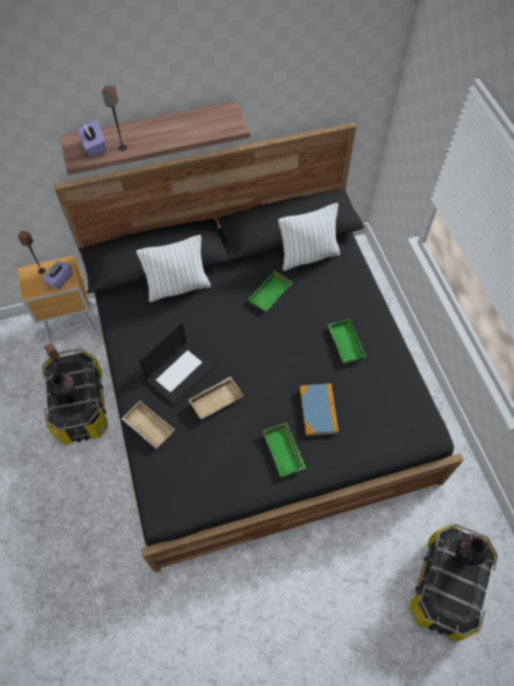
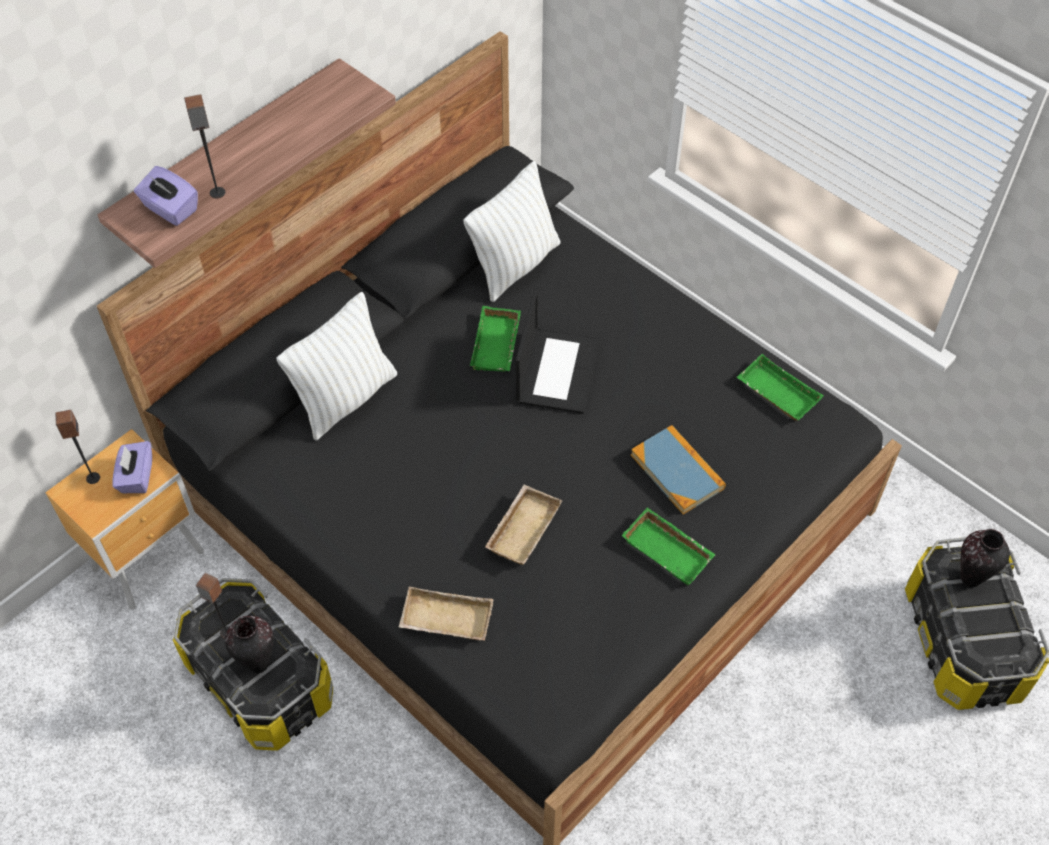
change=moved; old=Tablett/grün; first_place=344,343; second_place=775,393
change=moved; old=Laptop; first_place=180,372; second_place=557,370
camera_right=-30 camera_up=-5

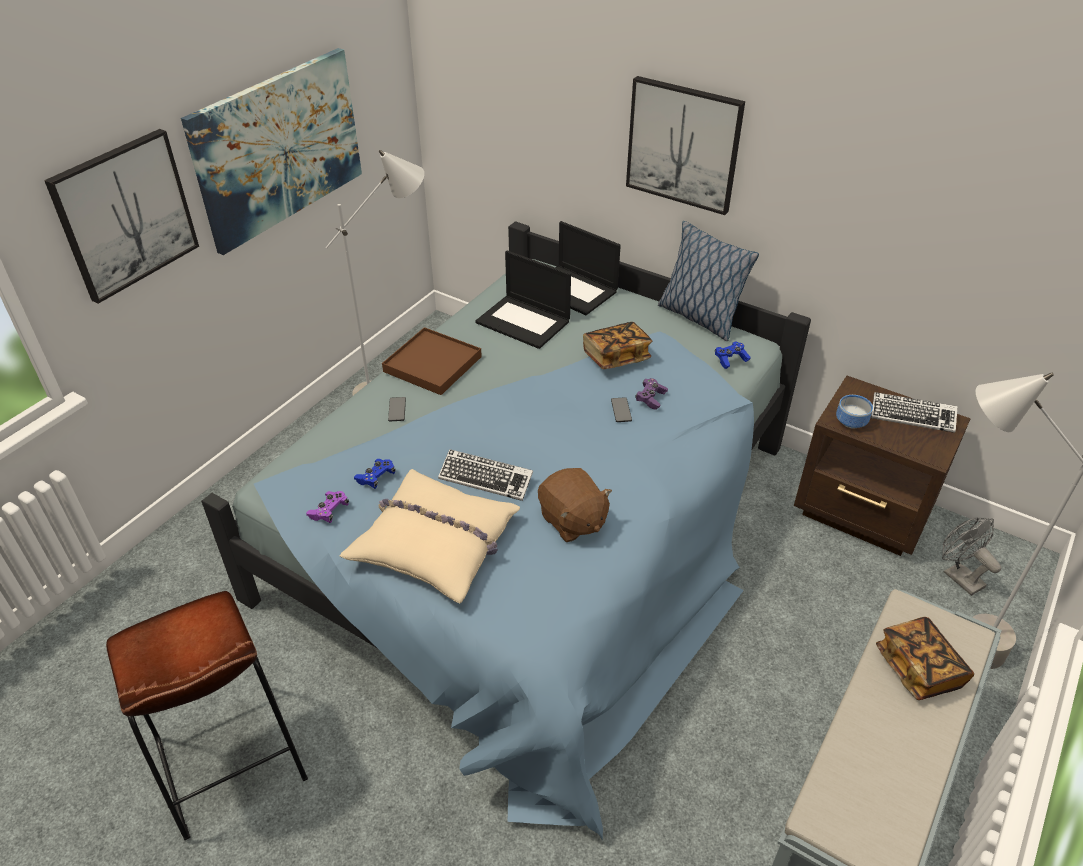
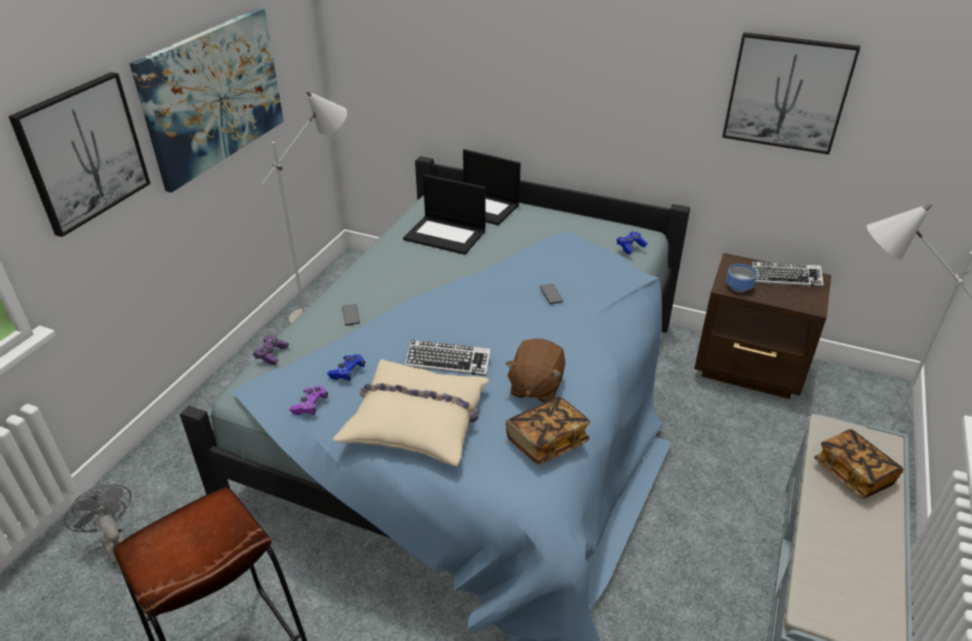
change=moved; old=Bild; first_place=683,145; second_place=787,93
change=removed; old=Kissen; first_place=699,317
change=moved; old=Buch; first_place=616,357; second_place=546,441
change=removed; old=Tablett/braun; first_place=433,364
change=moved; old=Gamepad/lila; first_place=651,398; second_place=272,354
change=turned; old=Plüschtier/braun; first_place=572,521; second_place=535,387; degrees=60
change=moved; old=Ventilator/grau; first_place=958,576; second_place=115,545
camera_right=-10 camera_up=-5

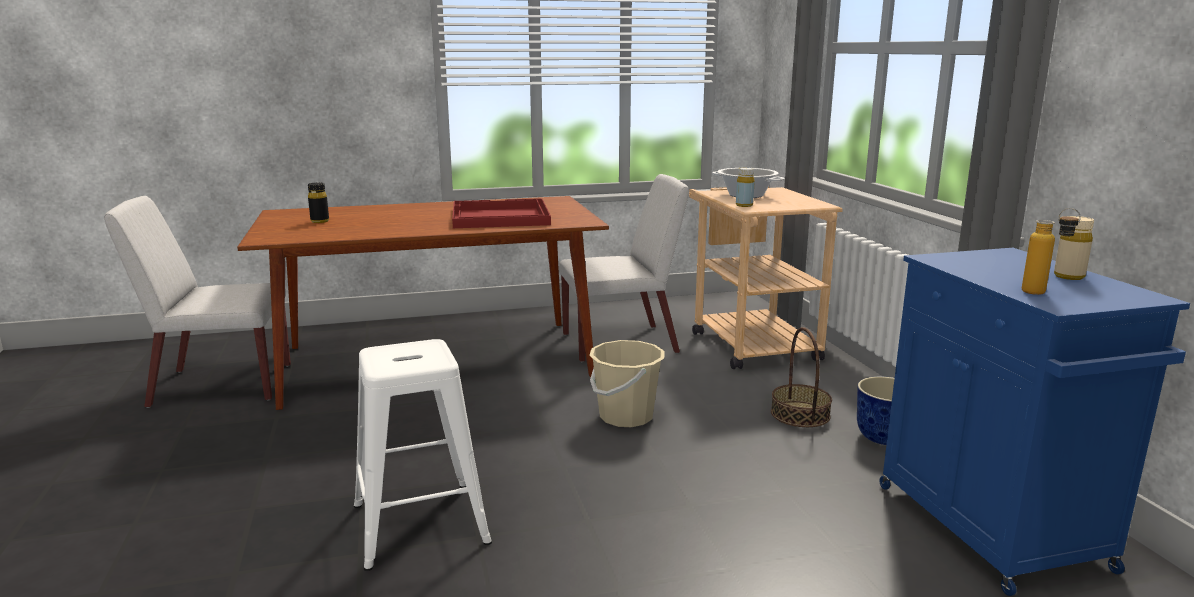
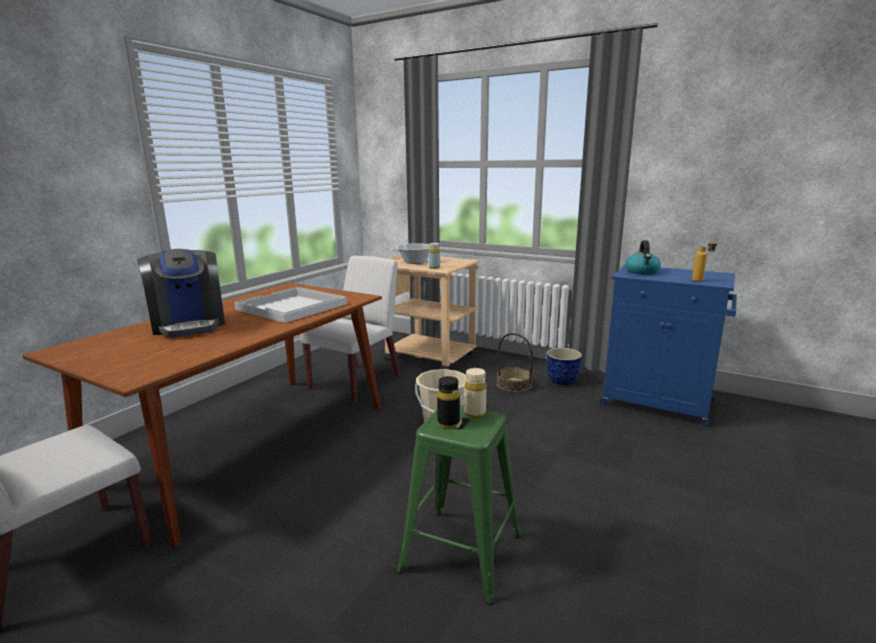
change=moved; old=Flasche/schwarz; first_place=320,221; second_place=448,423
change=recoloured; old=Tablett/rot; new=Tablett/weiß; first_place=499,217; second_place=291,307
change=moved; old=Flasche/beige; first_place=1069,276; second_place=475,413
change=recoloured; old=Hocker/weiß; new=Hocker/grün; first_place=421,522; second_place=460,551
change=added; new=Wasserkessel; second_place=642,272
change=added; new=Kaffeemaschine; second_place=189,325
camera_right=-45 camera_up=0

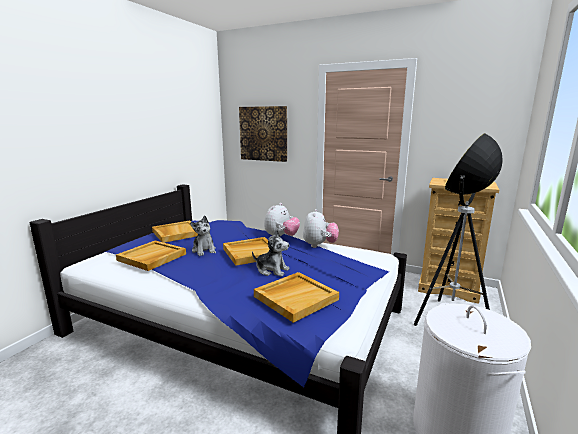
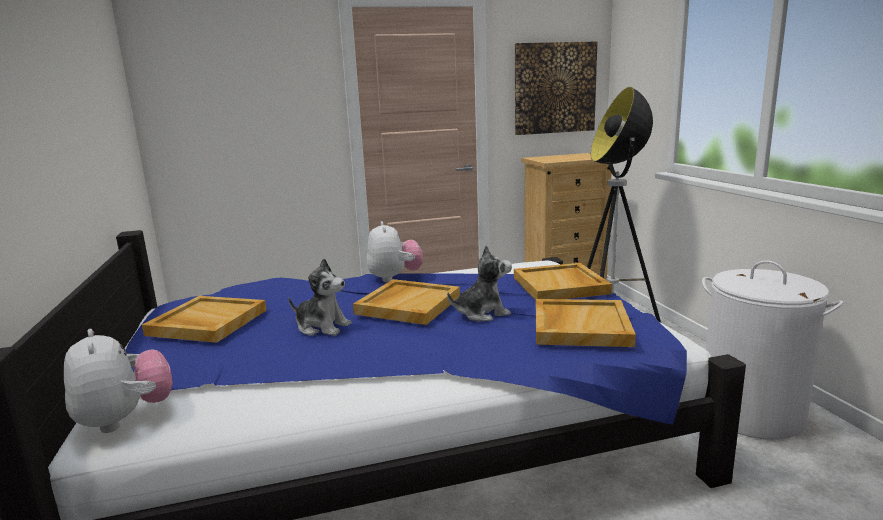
change=moved; old=Bild; first_place=263,133; second_place=554,88
change=moved; old=Plüschtier; first_place=319,245; second_place=125,419
change=moved; old=Tablett/beige; first_place=152,257; second_place=561,286
camera_right=-40 camera_up=0

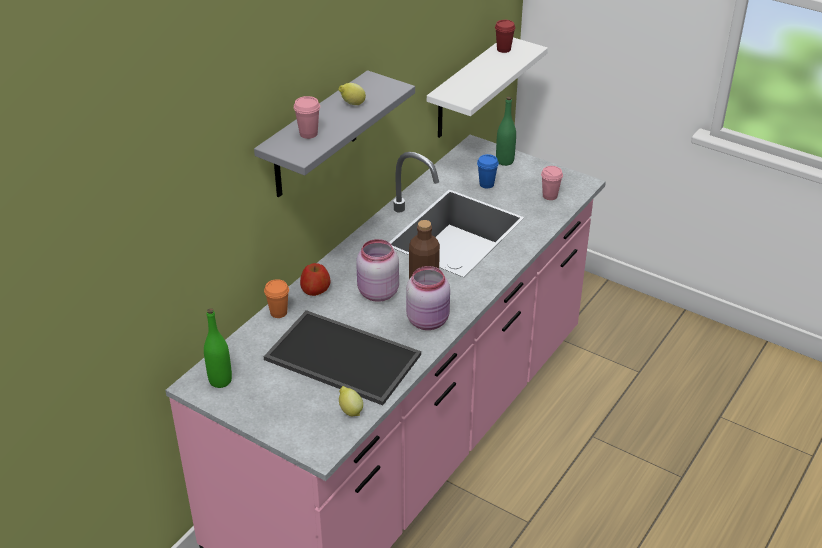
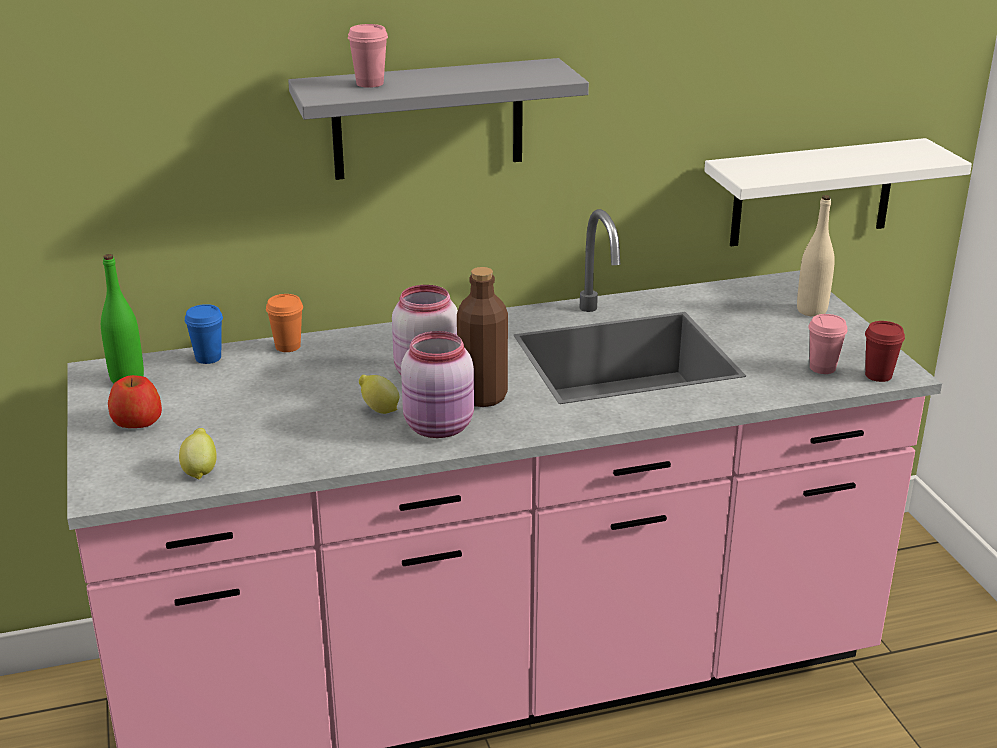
change=moved; old=Tasse/rot; first_place=503,49; second_place=878,375
change=moved; old=Zitrone; first_place=352,104; second_place=379,410
change=recoloured; old=Flasche/grün; new=Flasche/beige; first_place=504,161; second_place=811,310
change=moved; old=Tasse/blau; first_place=486,184; second_place=208,358
change=moved; old=Apfel; first_place=315,289; second_place=137,422
change=removed; old=Tablett; first_place=340,358
camera_right=40 camera_up=-10

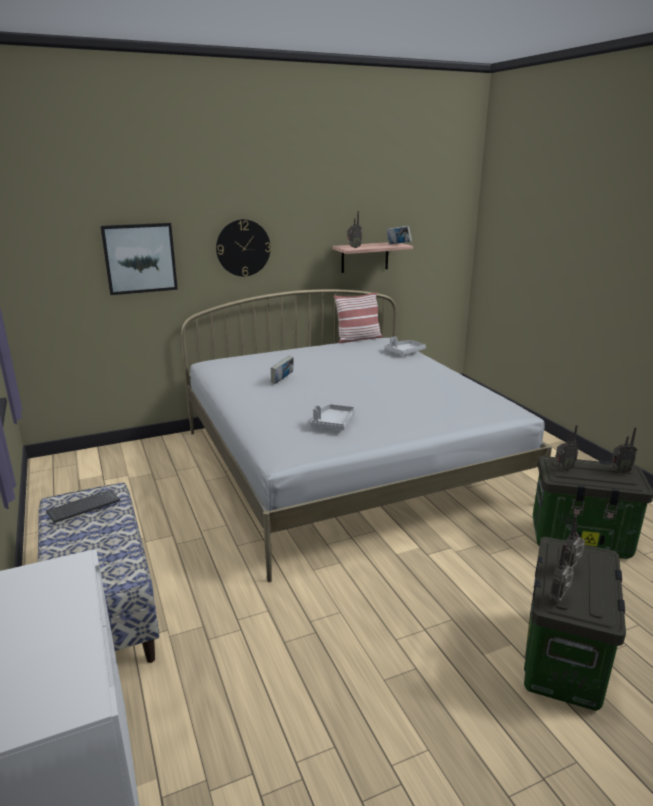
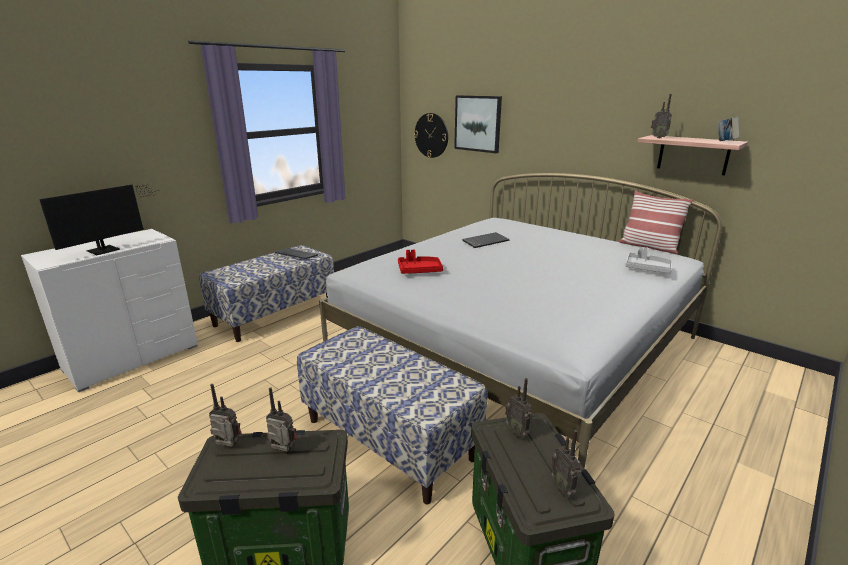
change=moved; old=Wanduhr; first_place=243,248; second_place=431,135
change=replaced; old=Buch; new=Tastatur; first_place=282,380; second_place=485,241
change=recoloured; old=Tablett/grau; new=Tablett/rot; first_place=333,423; second_place=419,270
change=added; new=Monitor; second_place=108,249
change=added; new=Bank; second_place=389,439
camera_right=65 camera_up=0

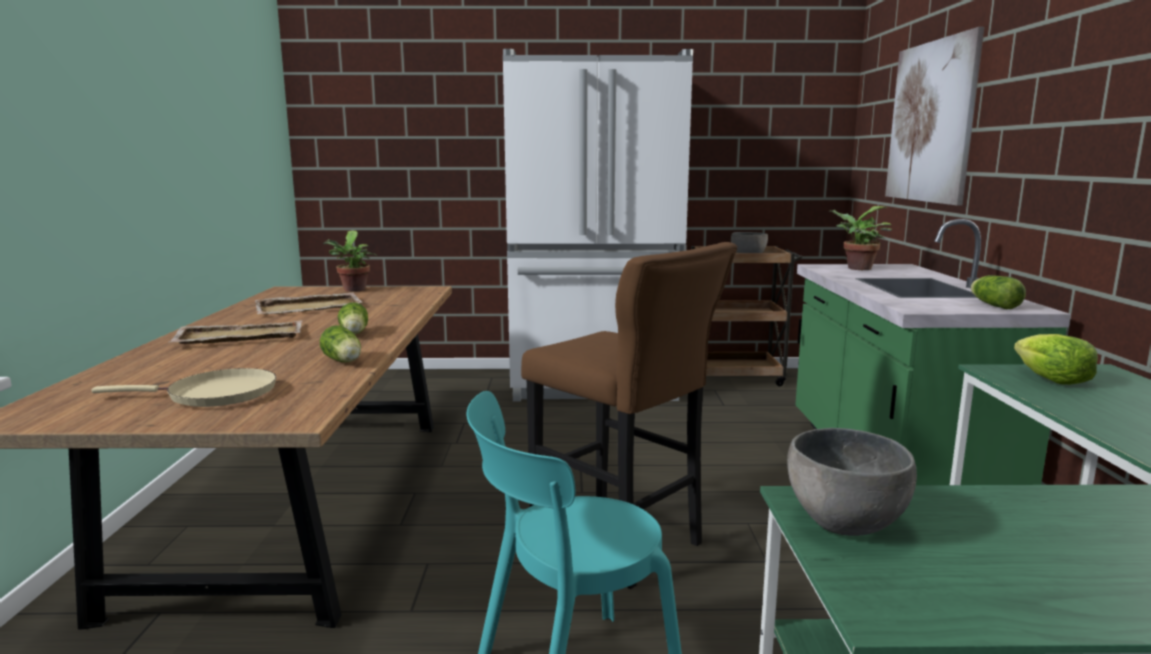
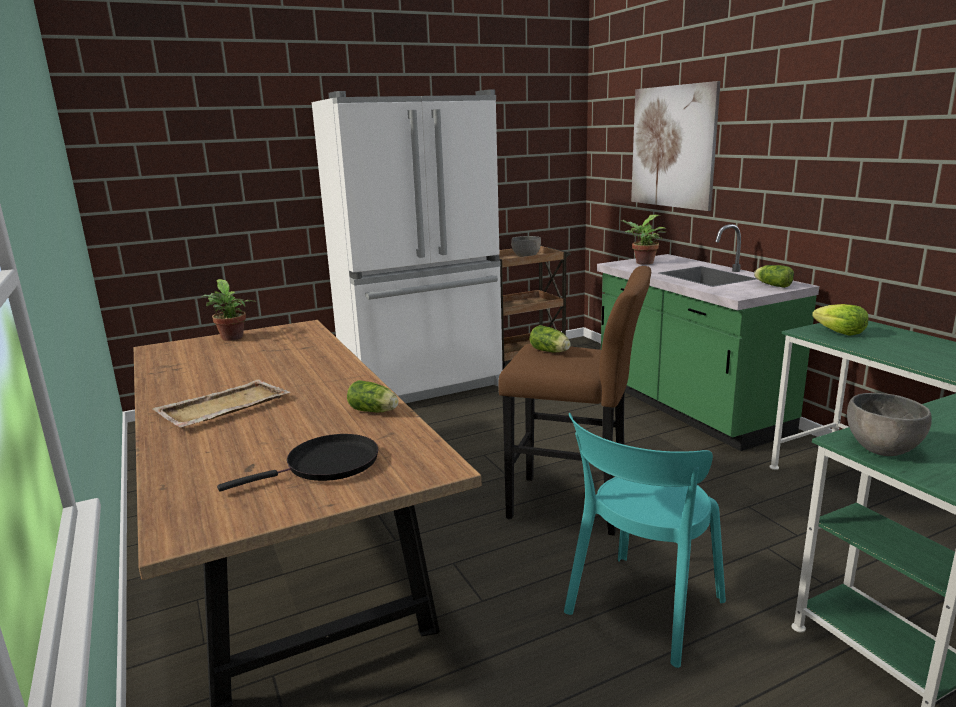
change=removed; old=Tablett/beige; first_place=310,307
change=moved; old=Salatkopf; first_place=354,334; second_place=551,351
change=recoloured; old=Pfanne/beige; new=Pfanne/schwarz; first_place=215,394; second_place=327,465
camera_right=-25 camera_up=5

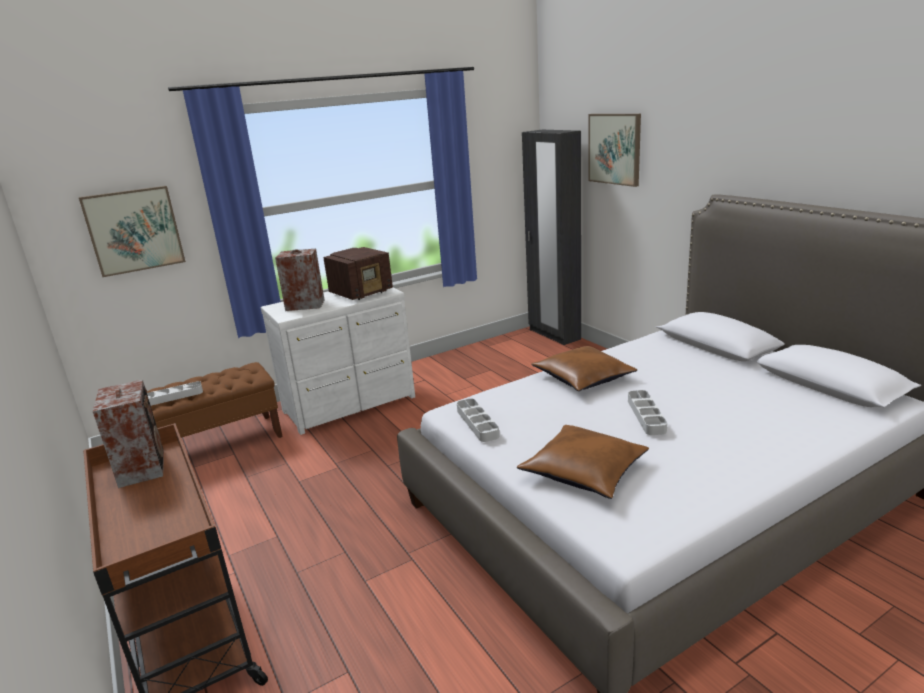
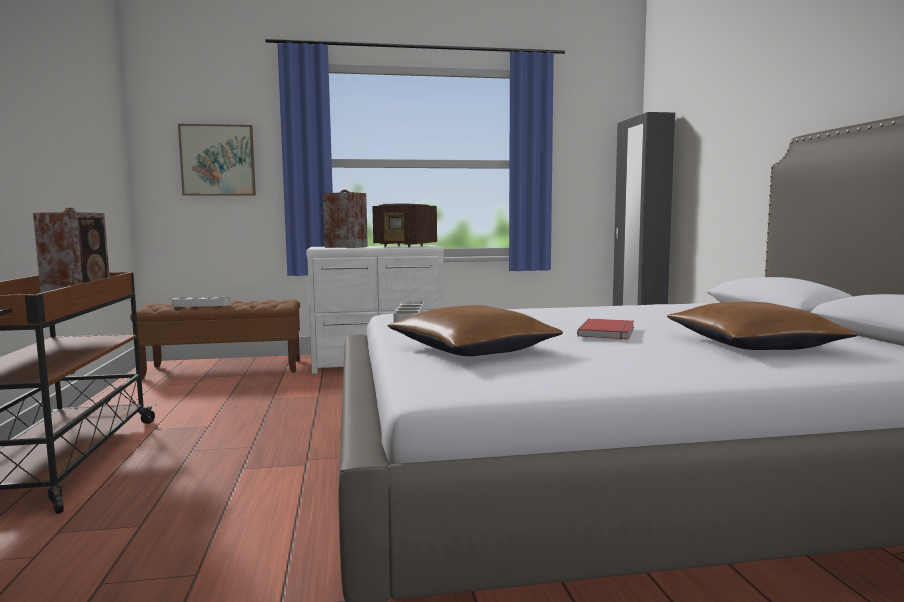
change=removed; old=Bild; first_place=614,149
change=turned; old=Radio; first_place=362,293; second_place=406,246; degrees=45
change=moved; old=Kissen/braun; first_place=584,378; second_place=754,344
change=replaced; old=Tablett/grau; new=Buch/rot; first_place=646,415; second_place=609,332
camera_right=20 camera_up=-15

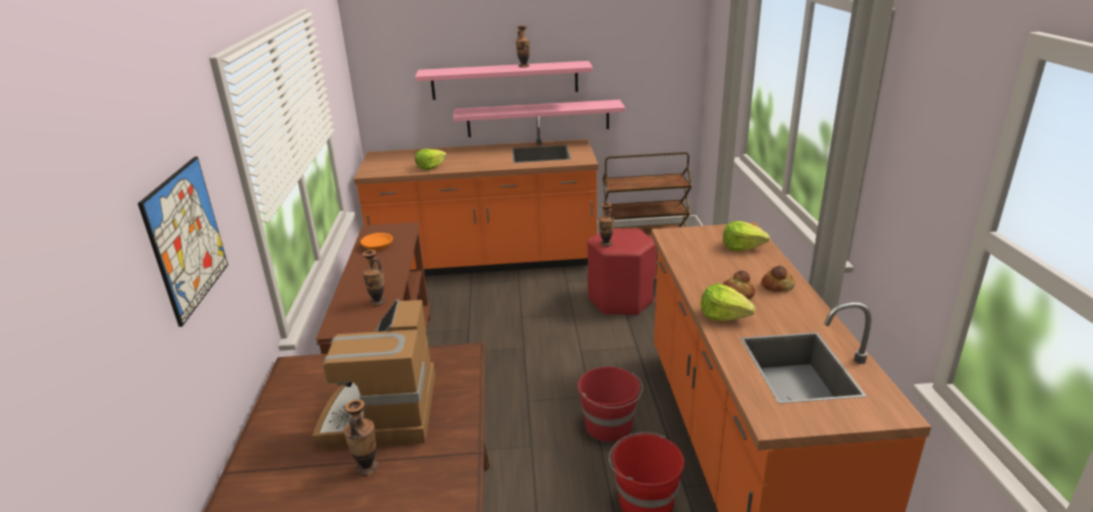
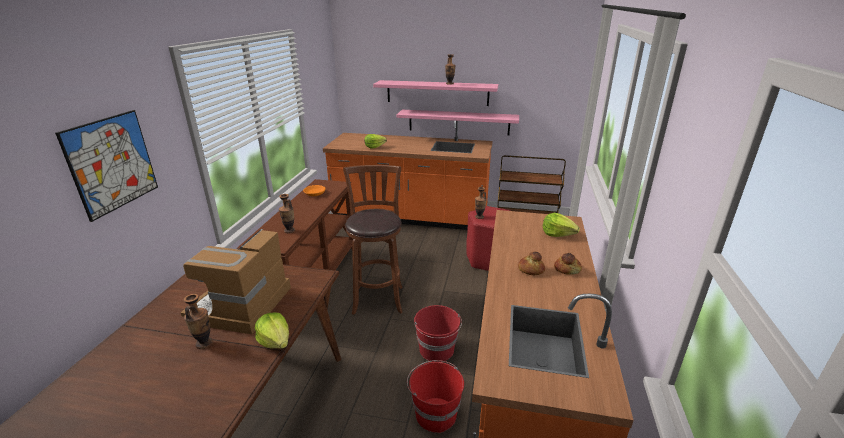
change=moved; old=Salatkopf; first_place=724,315; second_place=275,341
change=added; new=Hocker/braun; second_place=378,298
camera_right=15 camera_up=0

